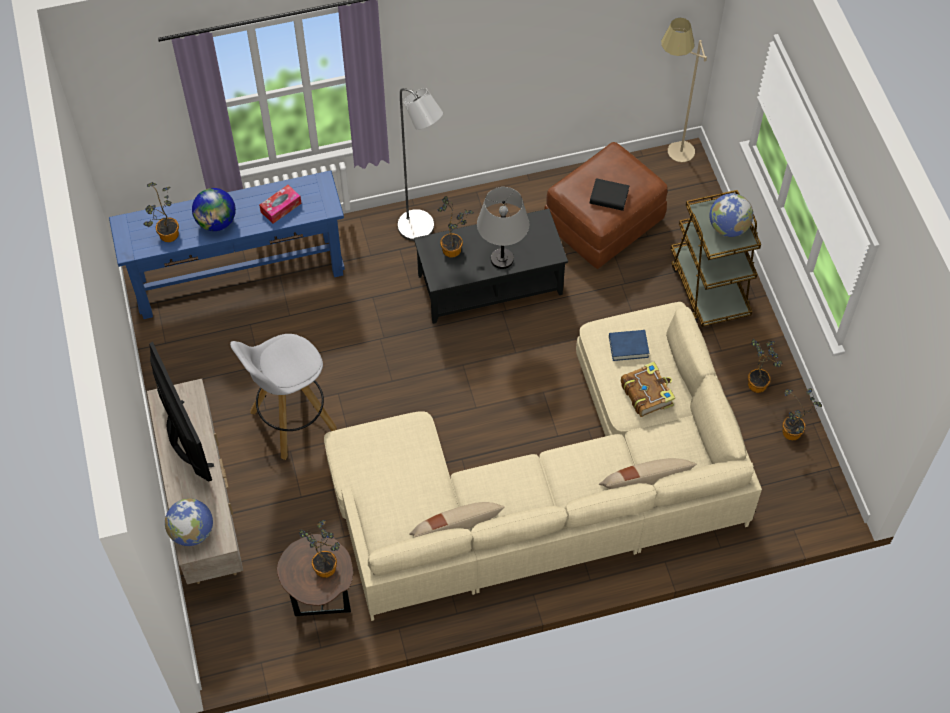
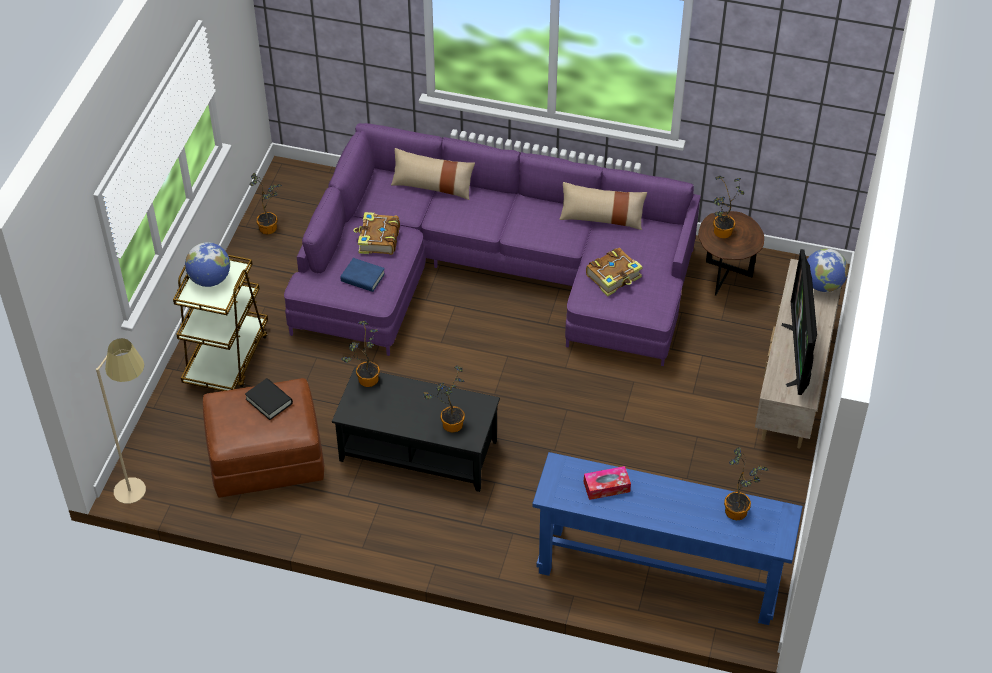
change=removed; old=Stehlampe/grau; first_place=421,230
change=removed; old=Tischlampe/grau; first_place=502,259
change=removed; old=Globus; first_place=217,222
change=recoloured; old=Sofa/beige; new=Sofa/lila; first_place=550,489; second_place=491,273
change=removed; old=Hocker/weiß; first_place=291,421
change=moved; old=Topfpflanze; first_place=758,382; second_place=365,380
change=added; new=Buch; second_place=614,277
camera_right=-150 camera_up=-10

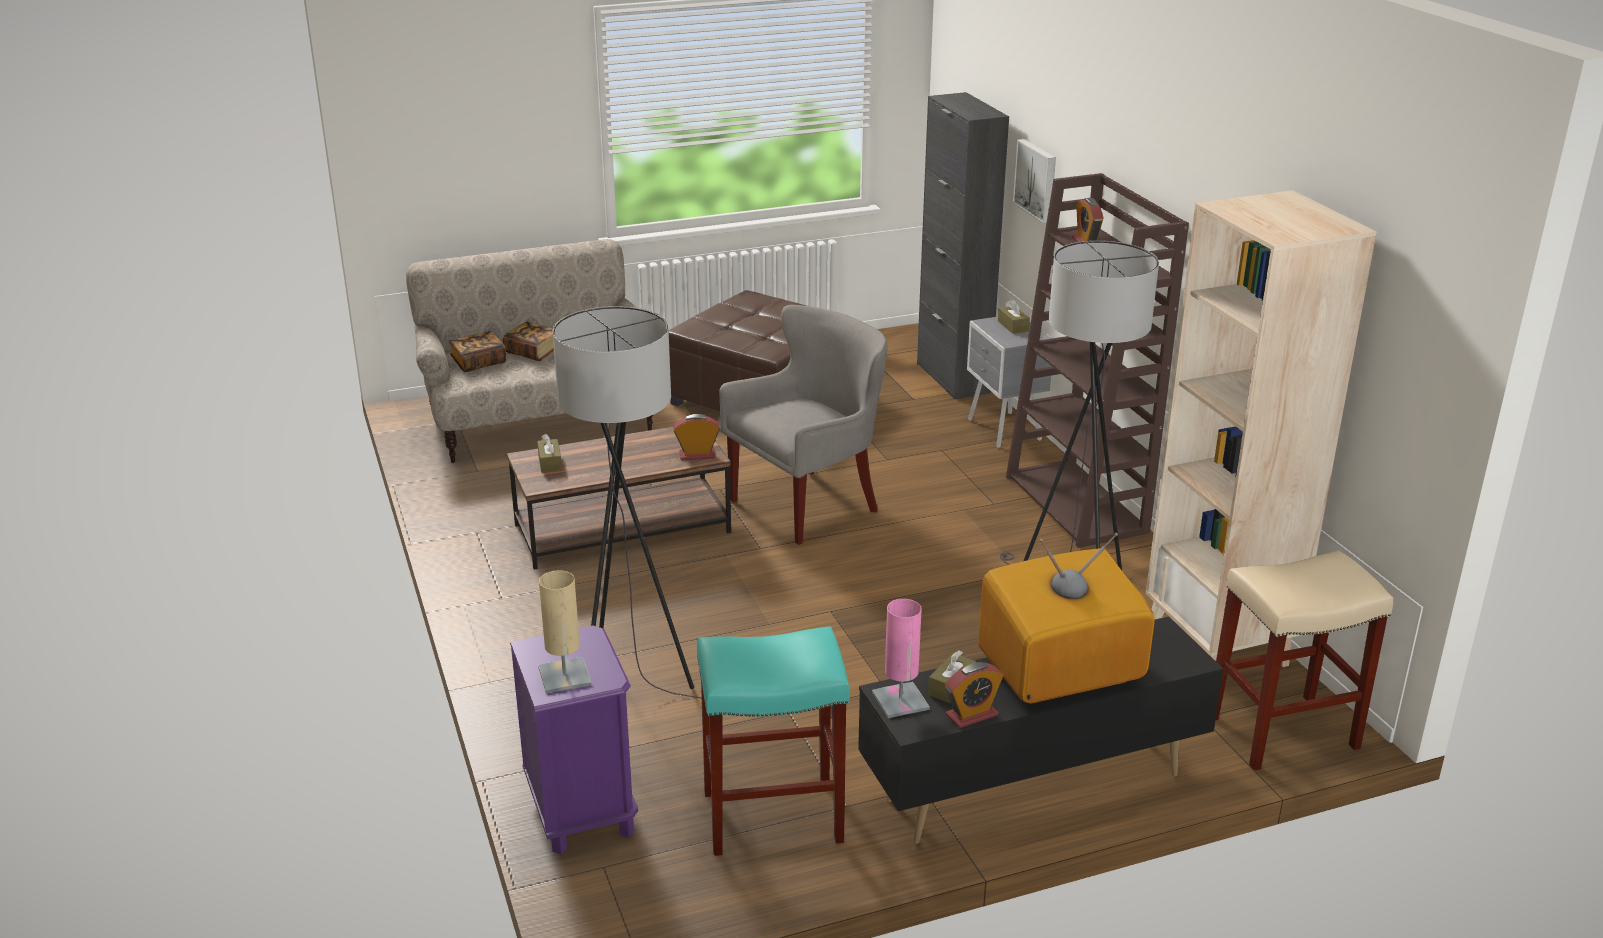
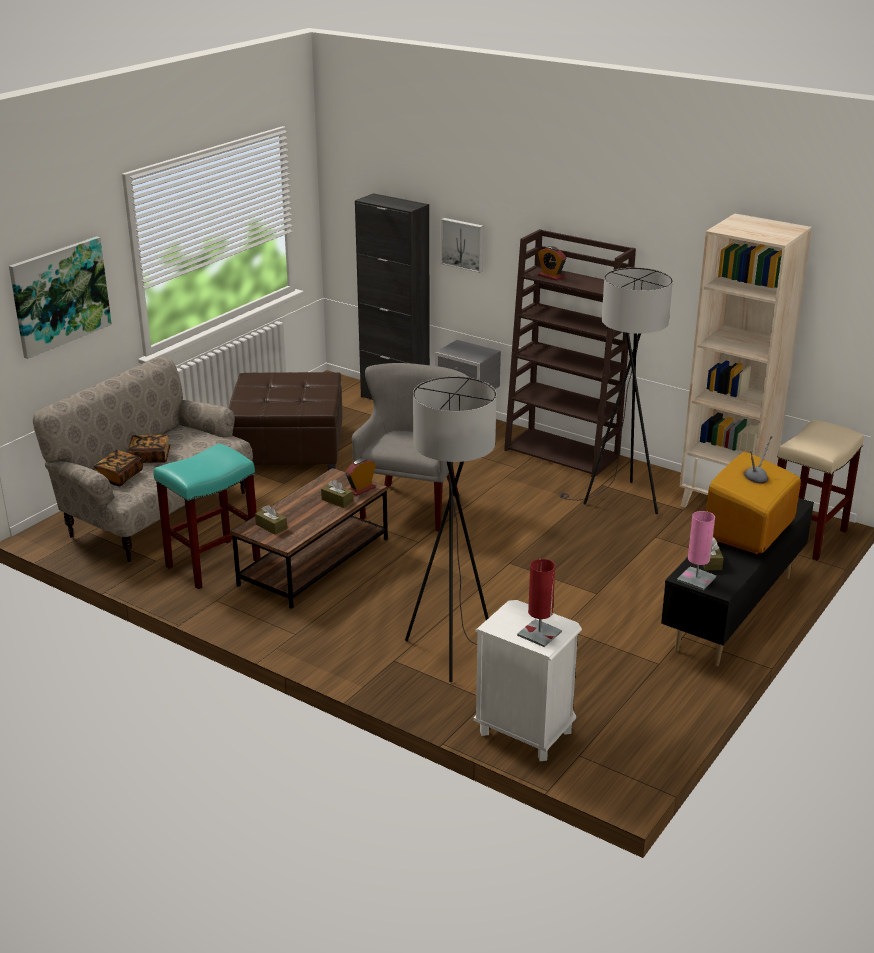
change=moved; old=Taschentuchbox/braun; first_place=1013,326; second_place=337,500
change=recoloured; old=Tischlampe/beige; new=Tischlampe/rot; first_place=564,676; second_place=539,633
change=recoloured; old=Nachttisch/lila; new=Nachttisch/weiß; first_place=581,811; second_place=525,732
change=moved; old=Hocker/türkis; first_place=770,817; second_place=212,564
change=removed; old=Wecker; first_place=971,715
change=added; new=Bild; second_place=60,296
camera_right=-35 camera_up=0

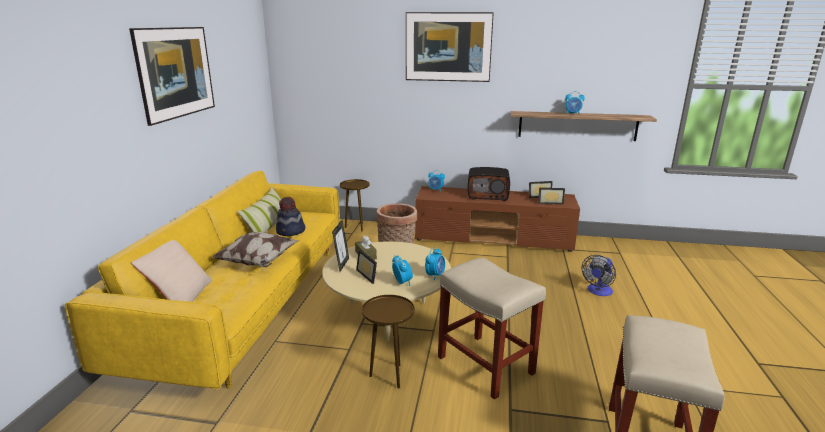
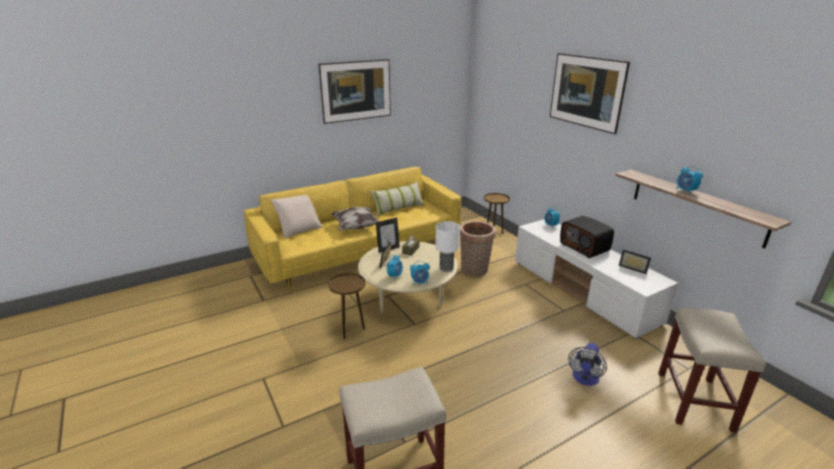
change=recoloured; old=Fernsehschrank/braun; new=Fernsehschrank/weiß; first_place=494,238; second_place=583,291
change=removed; old=Bilderrahmen; first_place=550,202
change=removed; old=Hut; first_place=291,231
change=turned; old=Ventilator; first_place=598,292; second_place=584,379; degrees=-60
change=moved; old=Hocker/beige; first_place=486,365; second_place=695,402
change=added; new=Tischlampe; second_place=446,268
camera_right=50 camera_up=5

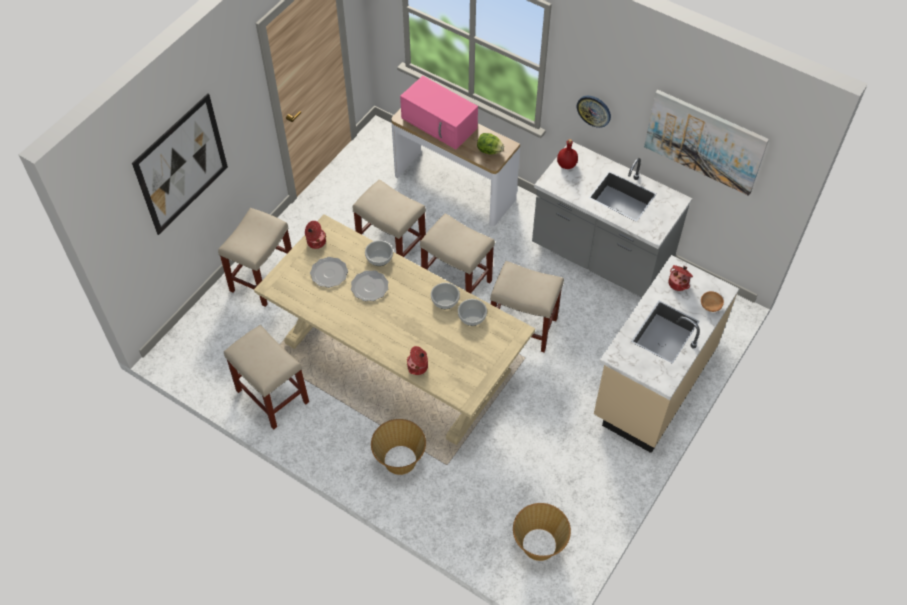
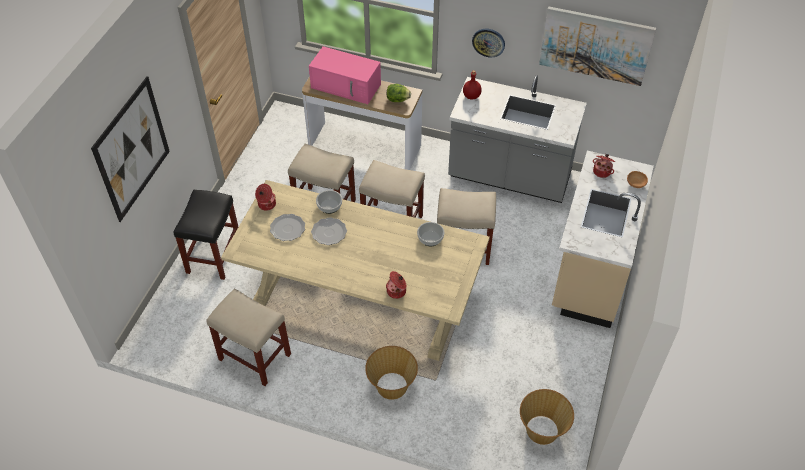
change=recoloured; old=Hocker/beige; new=Hocker/schwarz; first_place=263,277; second_place=214,255
change=removed; old=Schüssel; first_place=445,300
camera_right=-15 camera_up=-5

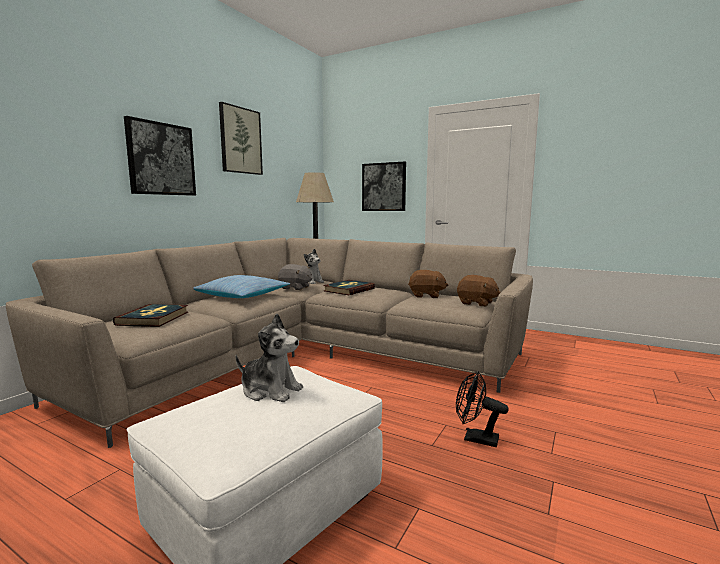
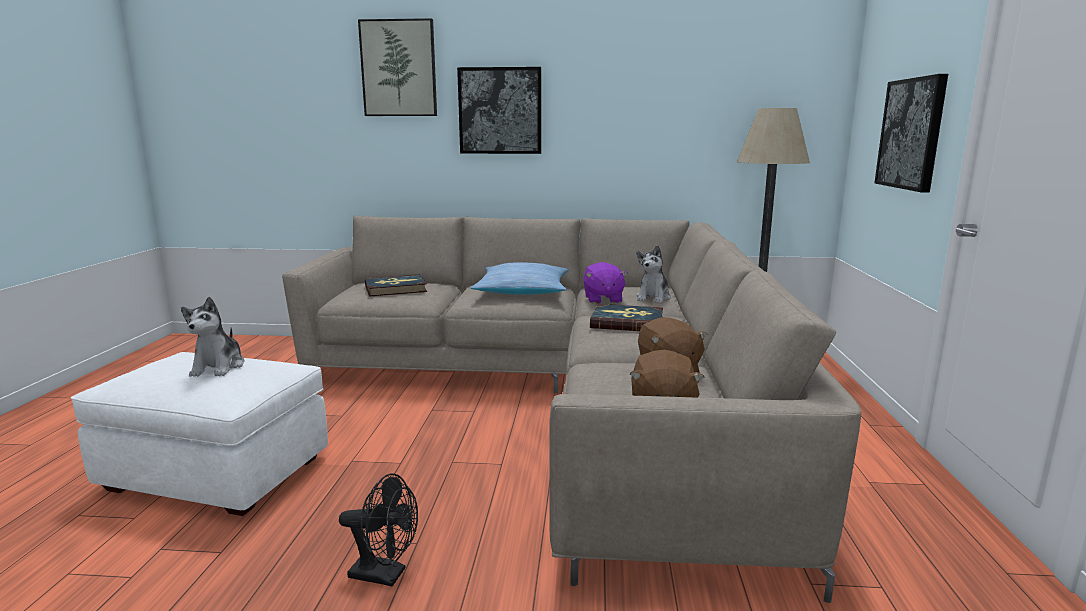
change=moved; old=Bild; first_place=240,140; second_place=399,68
change=recoloured; old=Plüschtier/grau; new=Plüschtier/lila; first_place=295,288; second_place=602,299
change=turned; old=Ventilator/schwarz; first_place=475,438; second_place=385,575; degrees=105
camera_right=65 camera_up=5

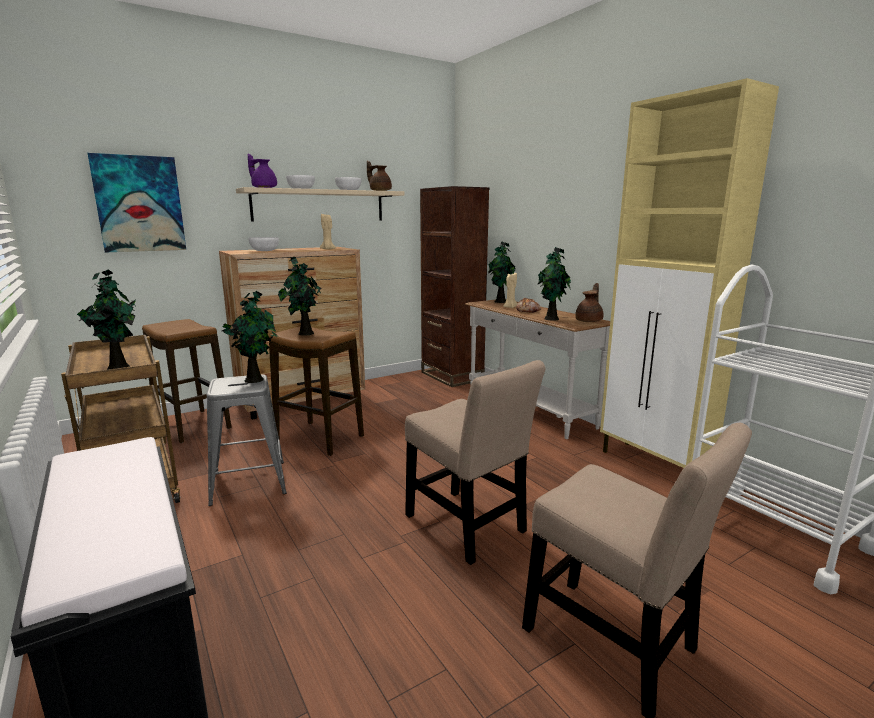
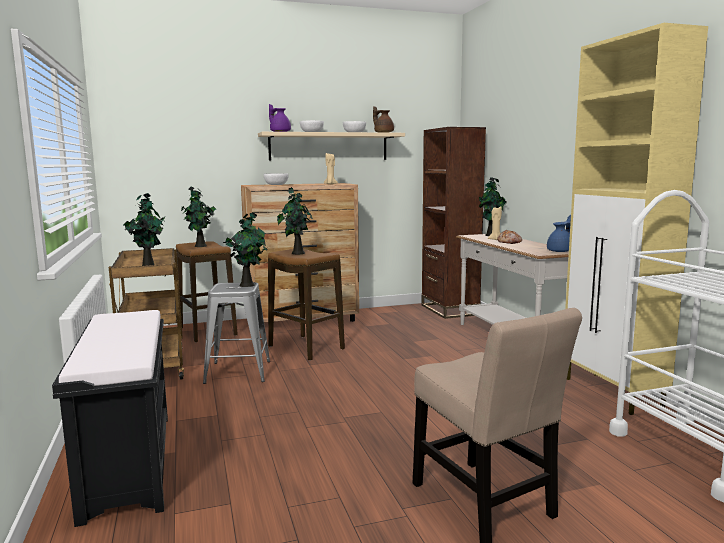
change=removed; old=Bild; first_place=139,204
change=moved; old=Topfpflanze; first_place=552,319; second_place=200,246
change=recoloured; old=Teekanne/braun; new=Teekanne/blau; first_place=589,321; second_place=561,251
change=removed; old=Stuhl/beige; first_place=468,527
camera_right=15 camera_up=-5

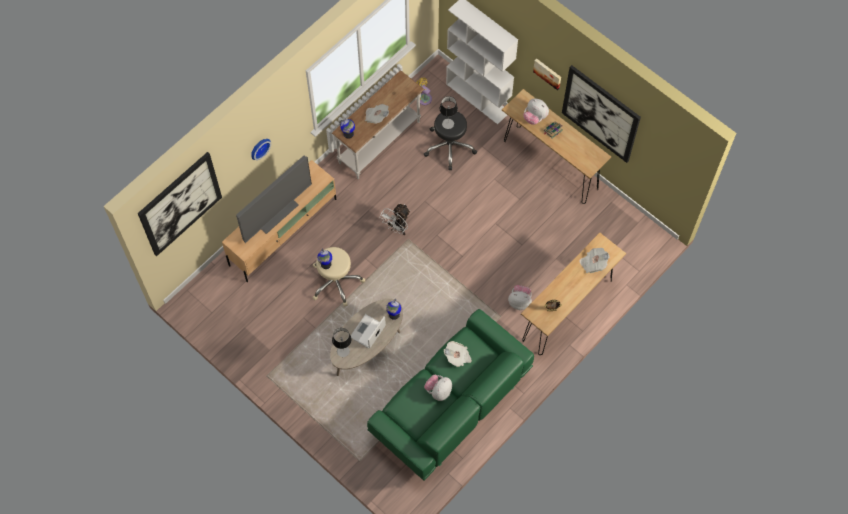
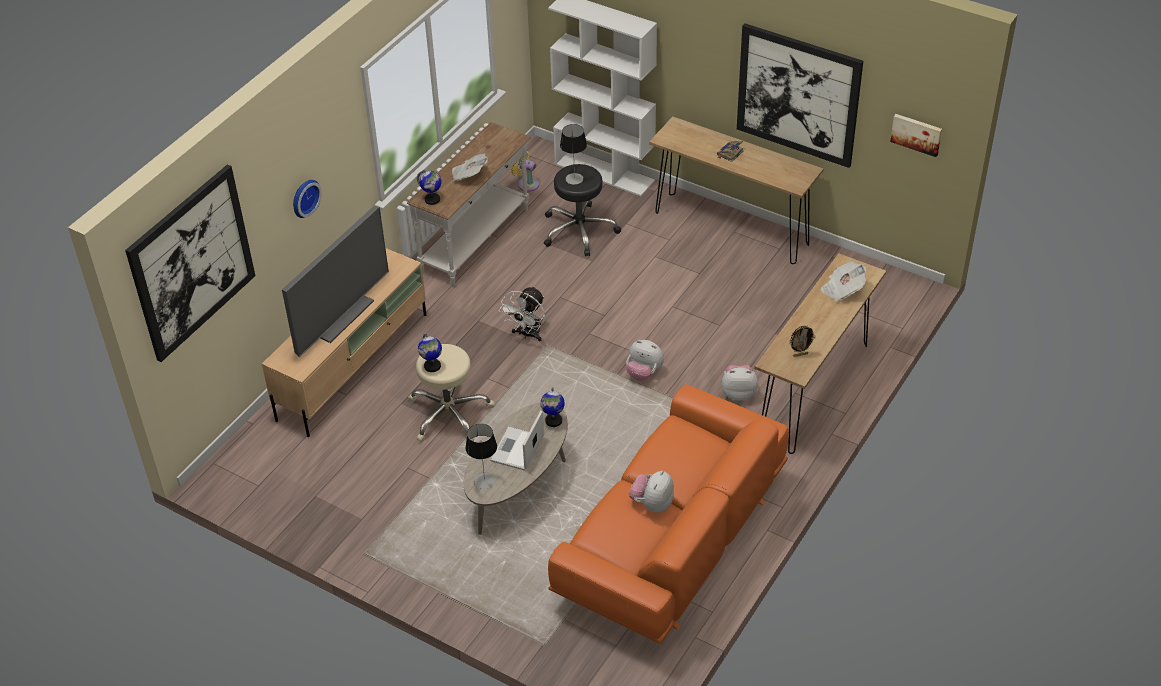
change=moved; old=Bild; first_place=548,73; second_place=916,134
change=moved; old=Plüschtier; first_place=535,117; second_place=644,373
change=recoloured; old=Sofa/grün; new=Sofa/orange; first_place=450,404; second_place=671,541
change=removed; old=Zeitung; first_place=457,357
camera_right=-10 camera_up=-20

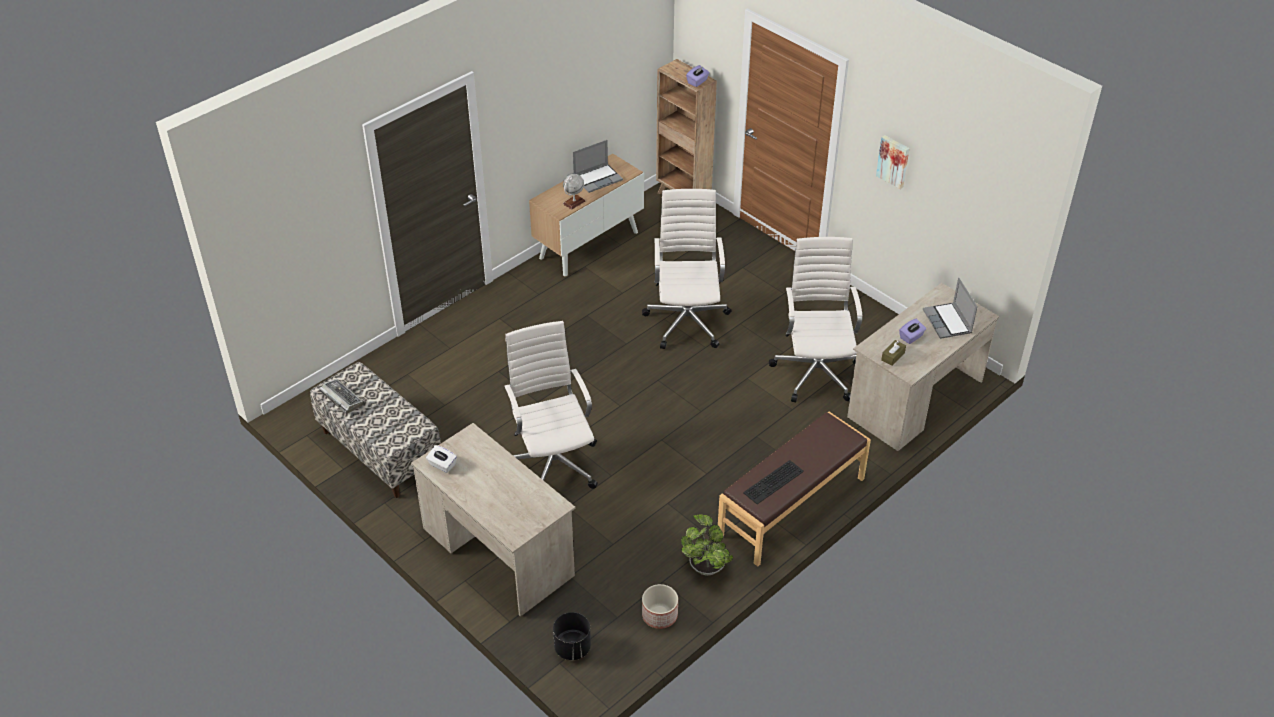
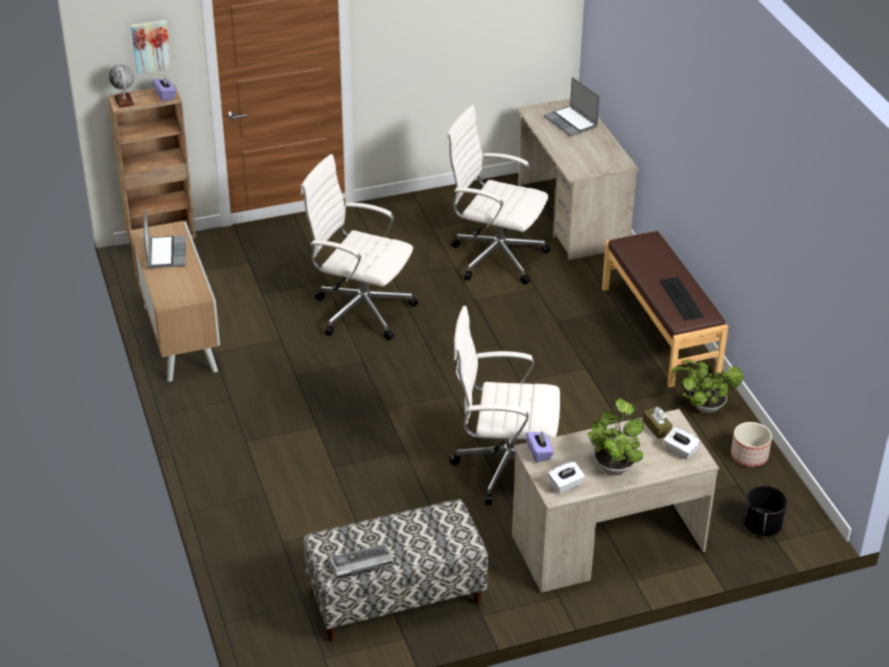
change=moved; old=Bild; first_place=893,161; second_place=150,45
change=moved; old=Globus; first_place=574,202; second_place=124,101
change=turned; old=Laptop; first_place=948,322; second_place=572,122; degrees=45
change=moved; old=Taschentuchbox/lila; first_place=911,337; second_place=539,453
change=moved; old=Taschentuchbox/braun; first_place=893,356; second_place=656,427
change=added; new=Topfpflanze; second_place=614,465
change=added; new=Taschentuchbox/weiß; second_place=680,451
camera_right=-65 camera_up=-5

